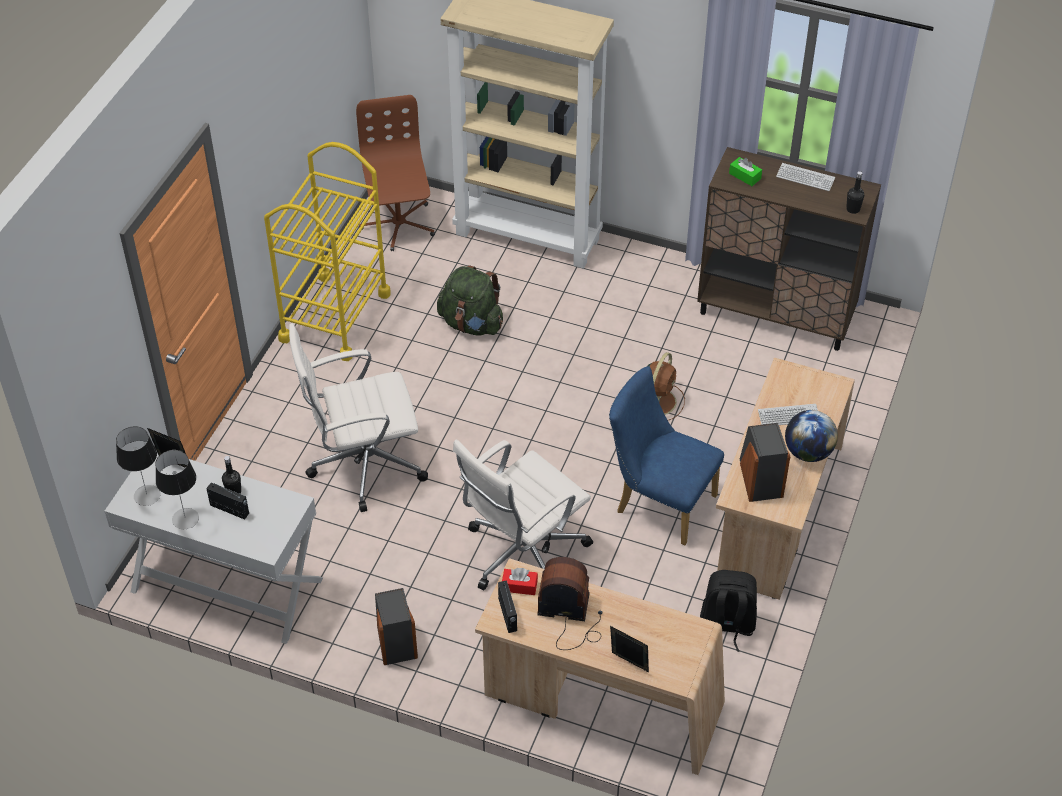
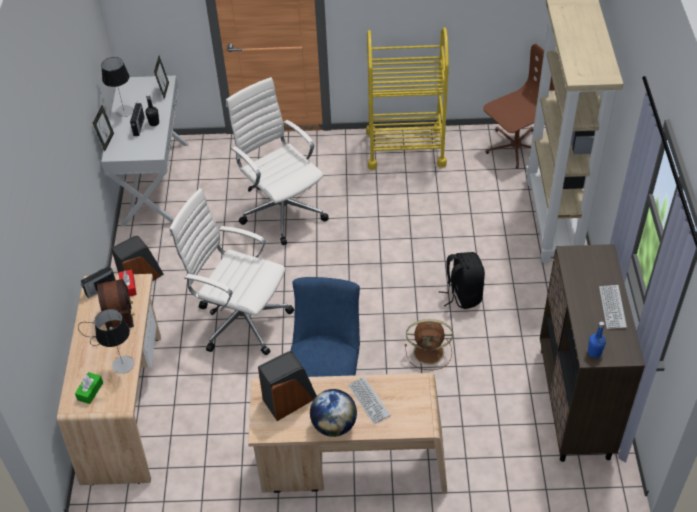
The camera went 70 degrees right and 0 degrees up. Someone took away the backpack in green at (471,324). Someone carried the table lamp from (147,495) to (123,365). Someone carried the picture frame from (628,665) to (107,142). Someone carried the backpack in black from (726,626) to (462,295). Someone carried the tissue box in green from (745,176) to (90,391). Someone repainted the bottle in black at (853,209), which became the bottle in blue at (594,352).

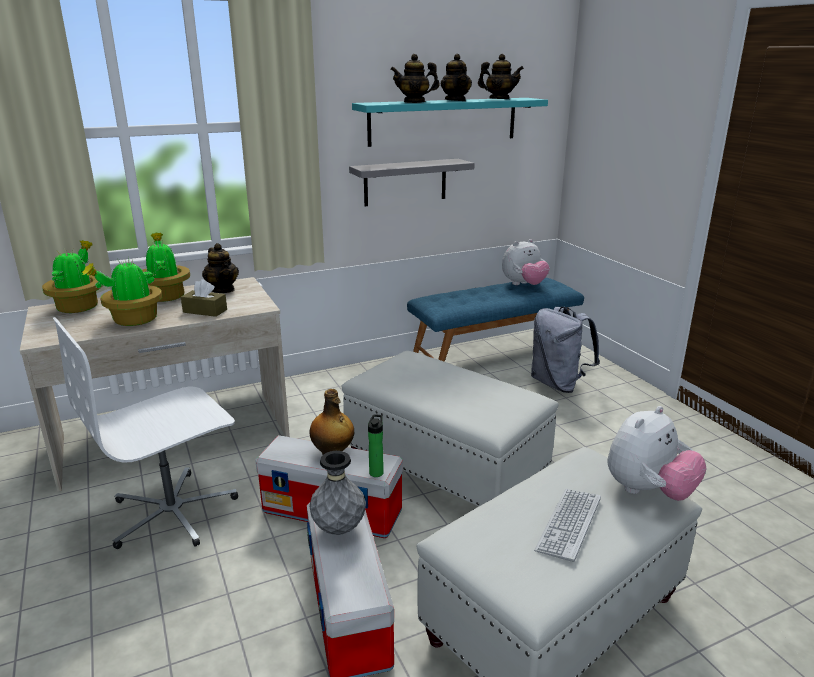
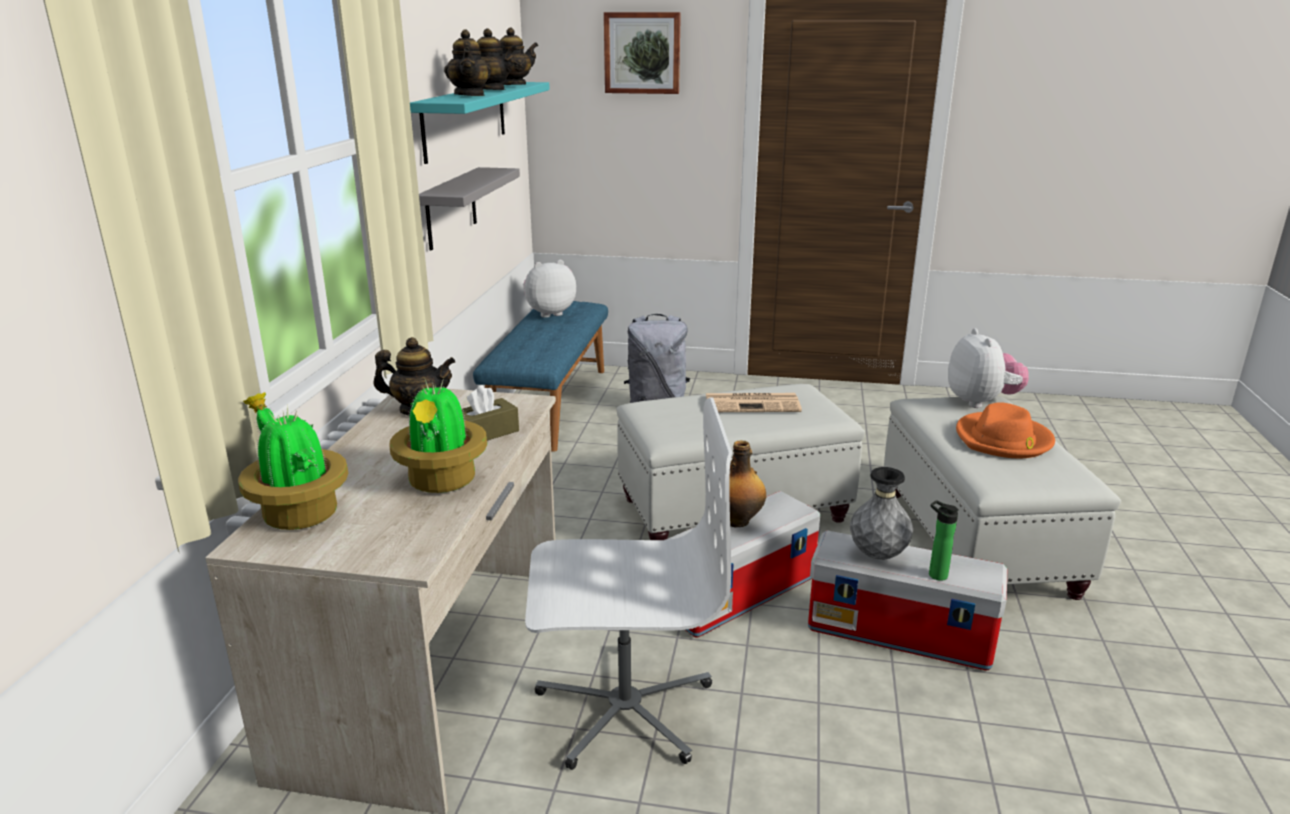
The camera went 55 degrees left and 0 degrees up. Someone took away the potted plant at (166,296). Someone put up the picture at (642,53). Someone put down the newspaper at (753,404). Someone carried the bottle from (376,471) to (935,574). Someone swapped the keyboard at (569,524) for the hat in orange at (1003,440). Someone rotated the office chair in white at (173,512) by 90 degrees counterclockwise. Someone rotated the teapot at (414,102) by 45 degrees counterclockwise. Someone rotated the plush toy at (524,285) by 120 degrees counterclockwise.

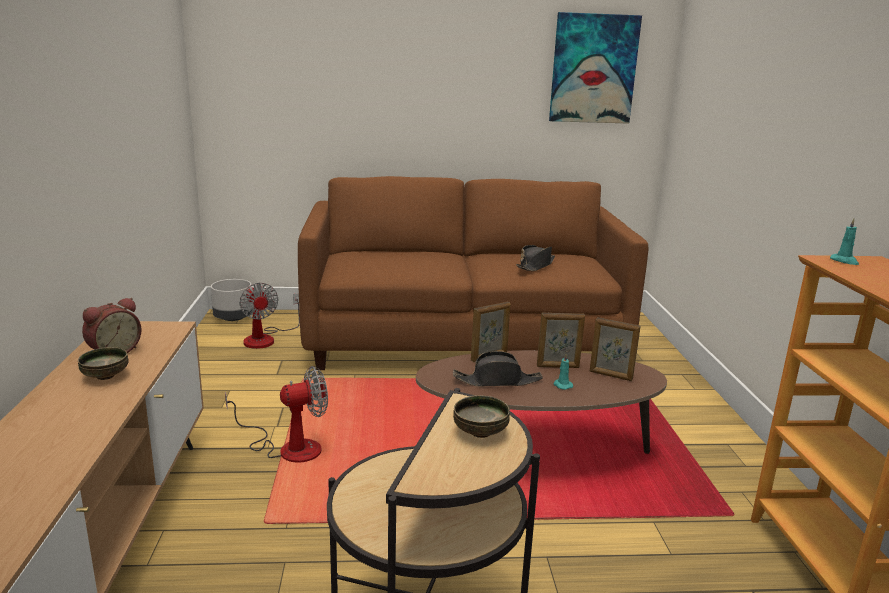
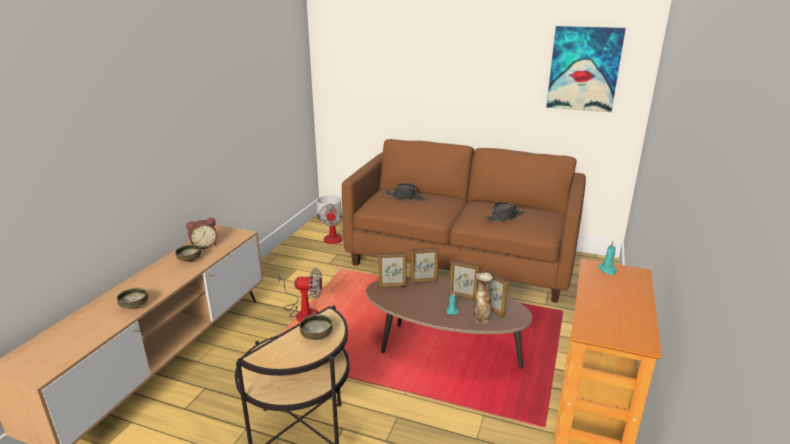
The camera went 25 degrees right and 5 degrees up. Someone put down the bowl at (134,306). Someone put down the picture frame at (392,286). Someone put down the vase at (481,319). Someone carried the hat in black from (497,381) to (405,197).

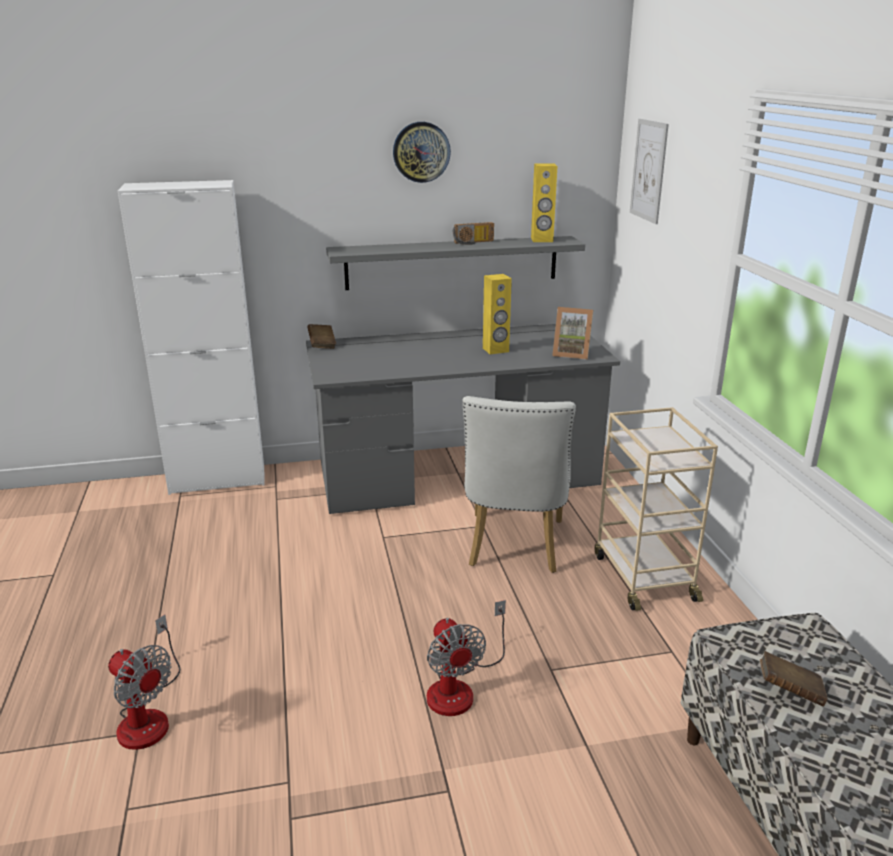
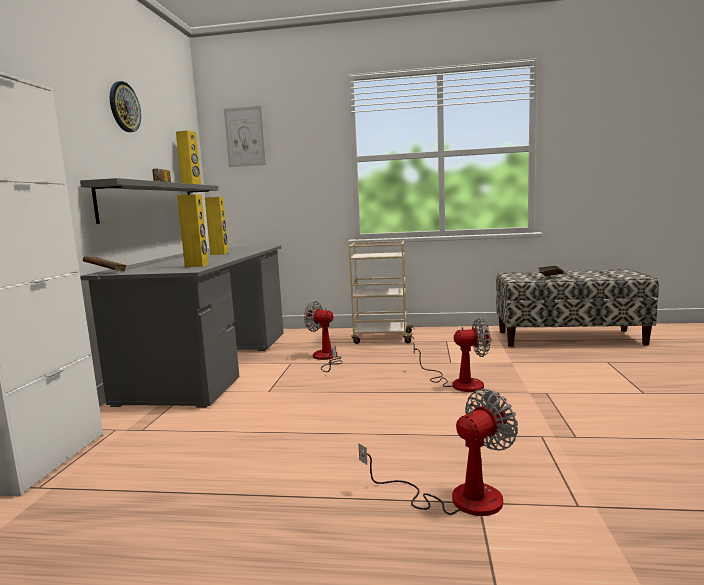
The camera went 70 degrees left and 15 degrees down. Someone took away the picture frame at (571,354). Someone put down the speaker in yellow at (197,265). Someone swapped the chair in white at (514,548) for the fan at (326,358).

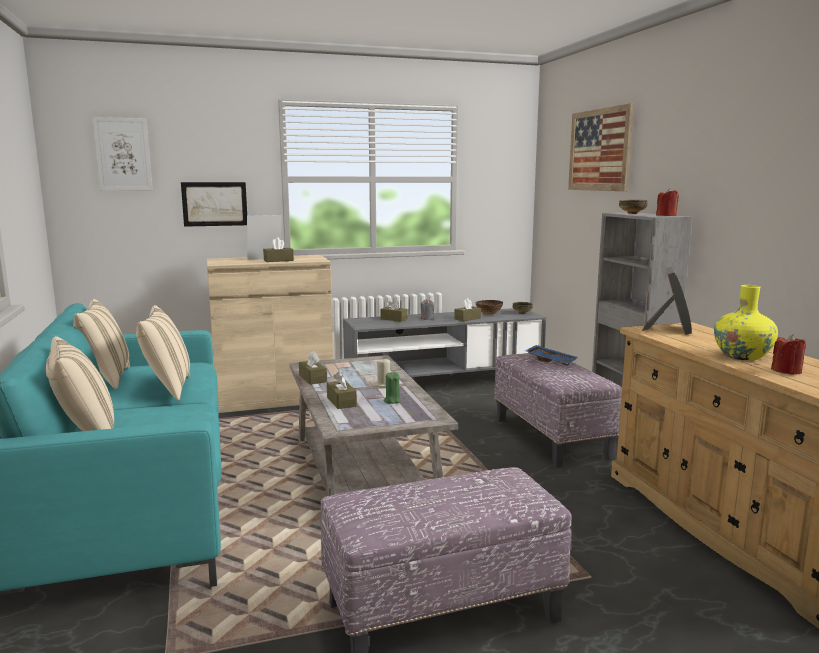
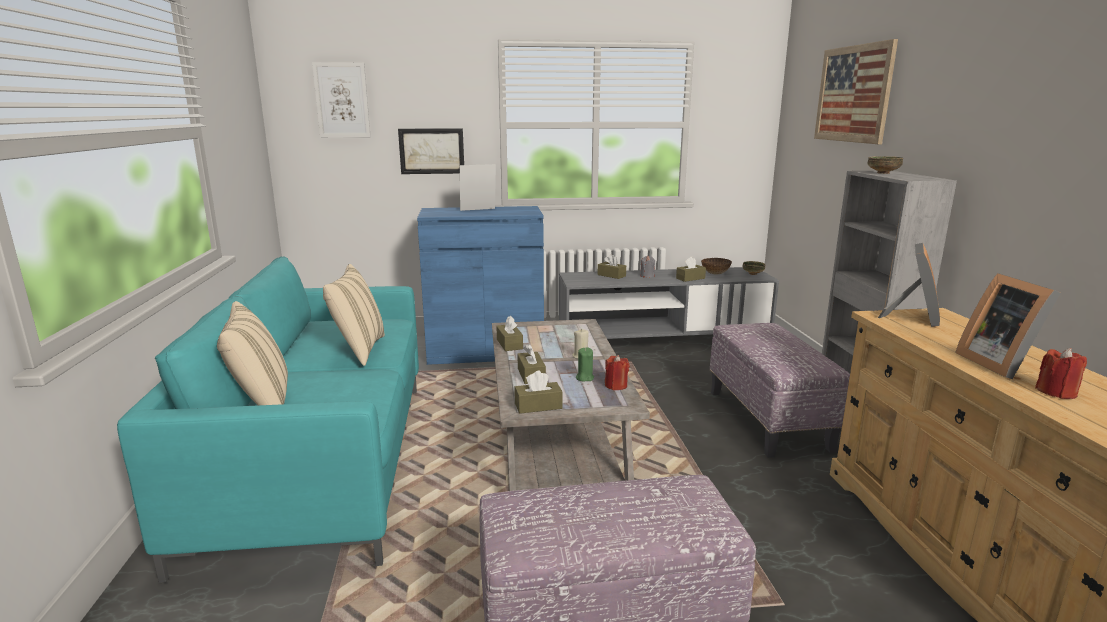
The camera went 10 degrees right and 5 degrees up. Someone took away the pillow in beige at (106,379). Someone took away the tray in blue at (551,360). Someone carried the tissue box in brown from (278,260) to (538,406). Someone carried the candle in red from (666,216) to (616,385). Someone swapped the vase in yellow at (742,356) for the picture frame at (1000,364). Someone repainted the cabinet in beige at (274,398), which became the cabinet in blue at (485,351).

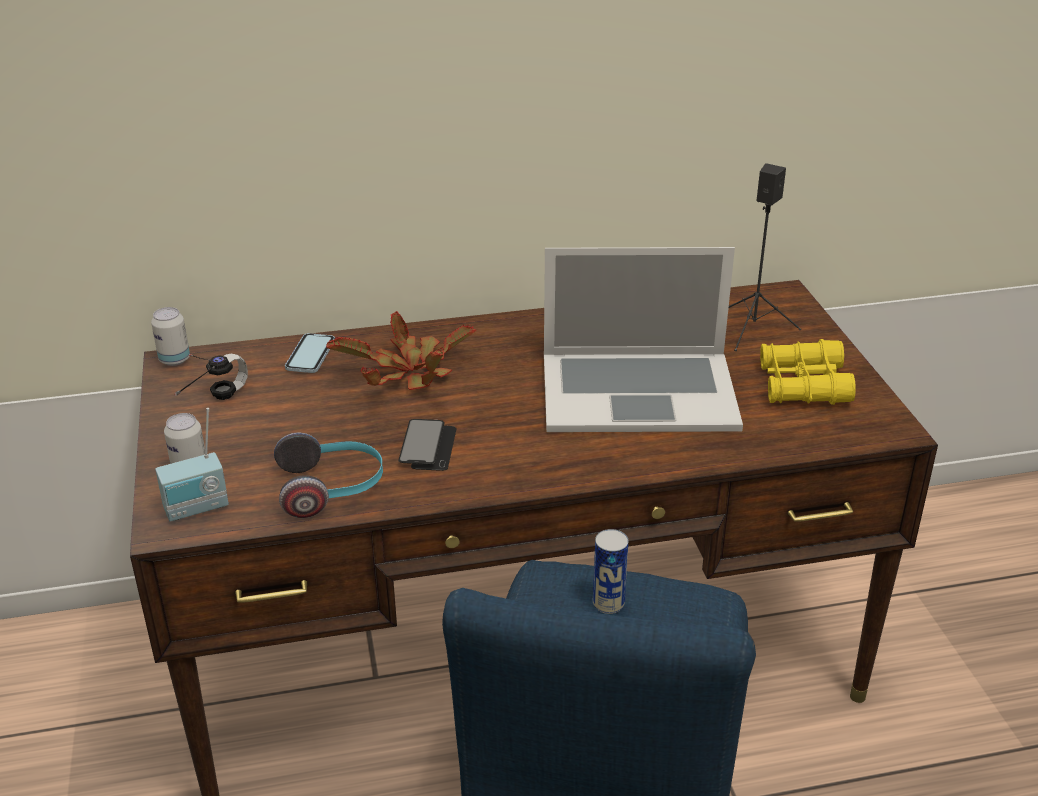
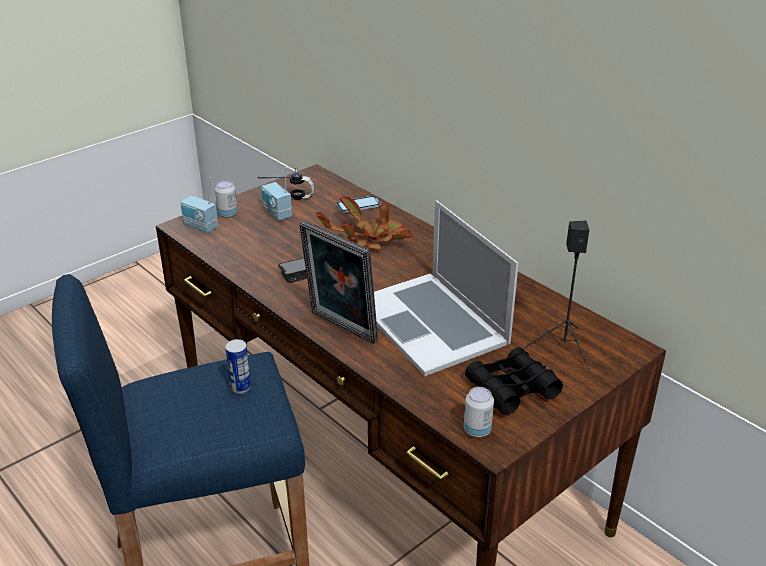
The camera went 60 degrees right and 0 degrees up. Someone took away the headphones at (332,489). Someone put down the radio at (276,214). Someone put down the picture frame at (340,328). Someone carried the can from (174,360) to (477,430). Someone repainted the binoculars in yellow at (803,385), which became the binoculars in black at (511,389).

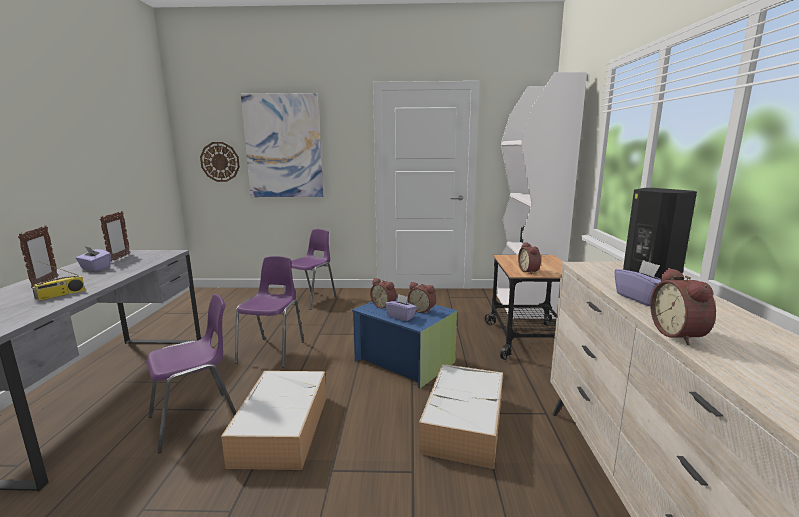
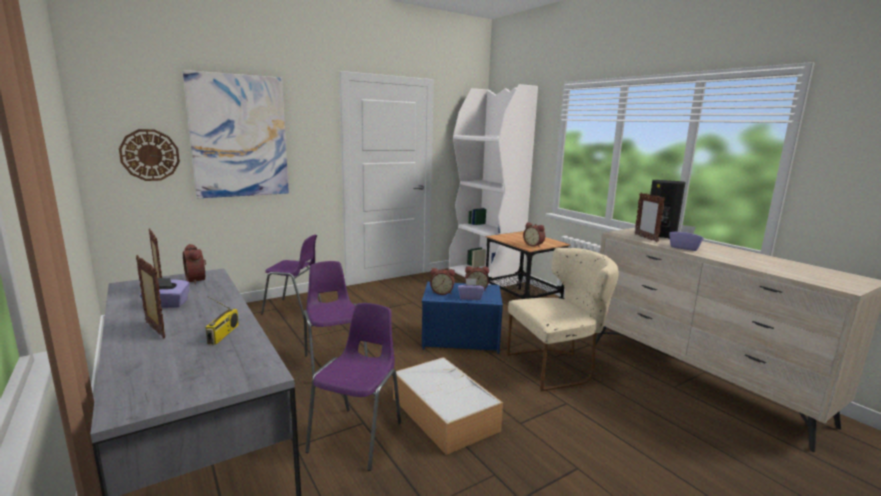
The camera went 35 degrees left and 0 degrees up. Someone put down the picture frame at (646,238). Someone carried the alarm clock from (680,334) to (198,280). Someone swapped the storage box at (464,425) for the chair in beige at (557,366). Someone rotated the chair in purple at (311,299) by 105 degrees clockwise.

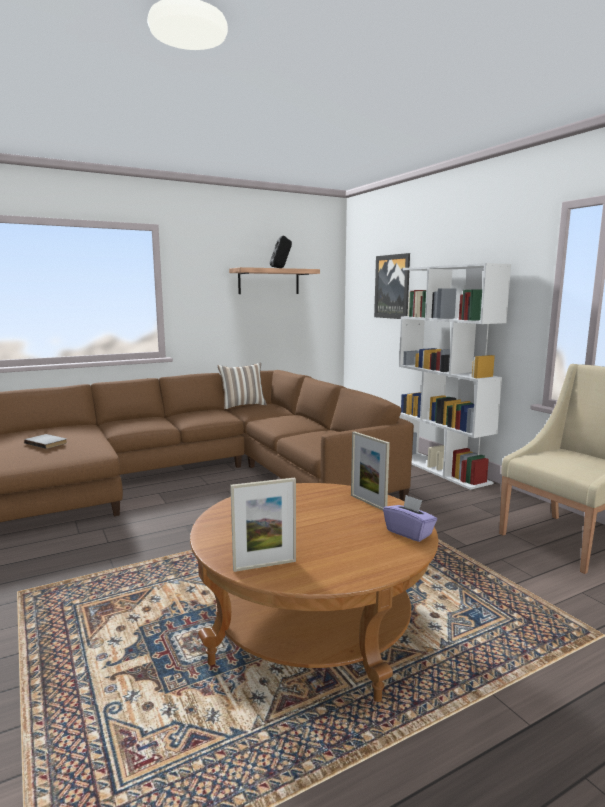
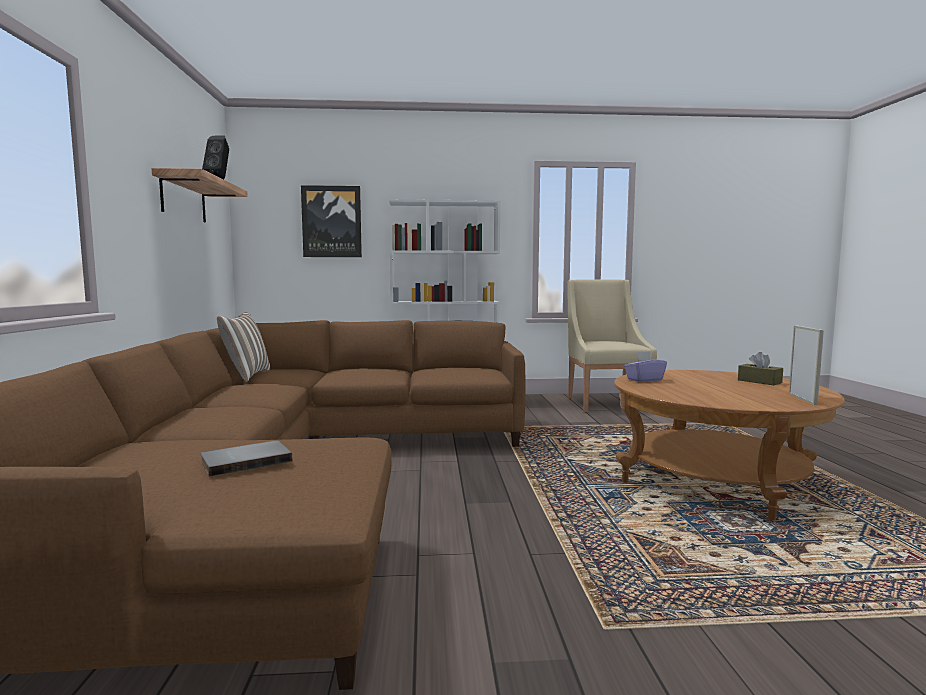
The camera went 65 degrees left and 5 degrees down. Someone took away the picture frame at (368,502). Someone put down the tissue box in brown at (759,381). Someone carried the tissue box in purple from (409,532) to (644,379).

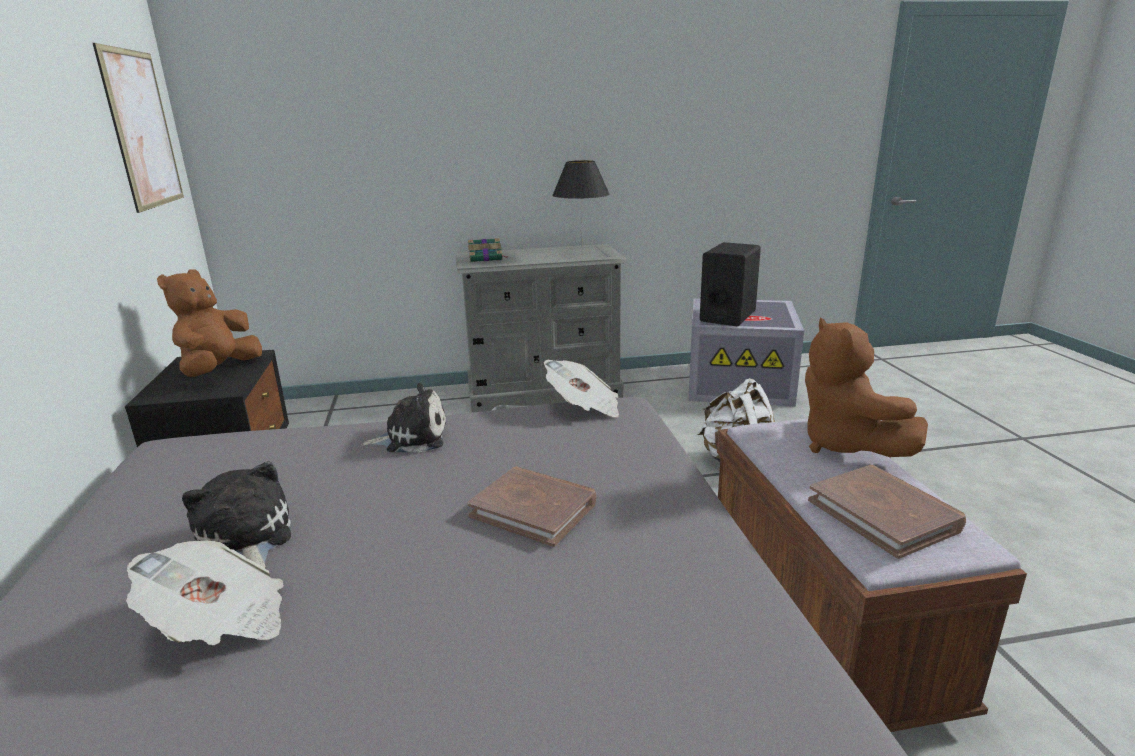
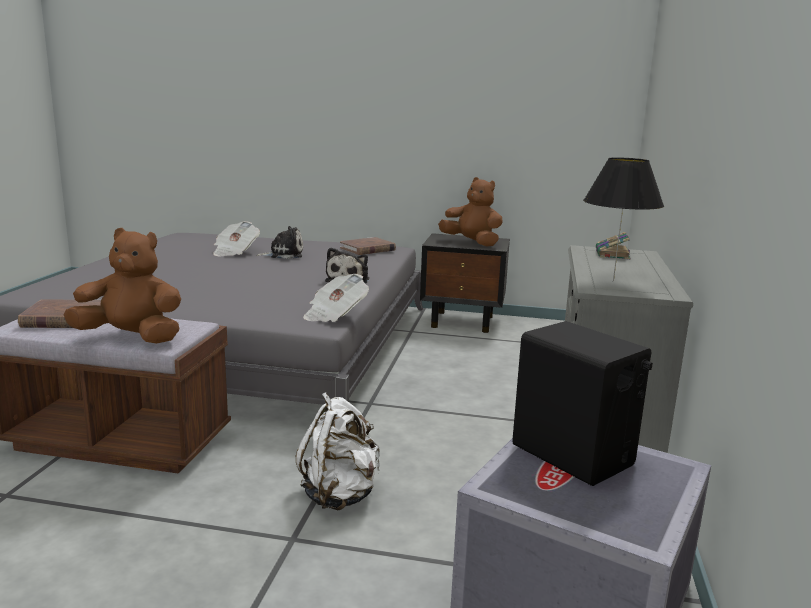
The camera went 110 degrees right and 5 degrees down. Someone took away the picture at (142,129). Someone carried the book in brown from (534,509) to (367,249).

